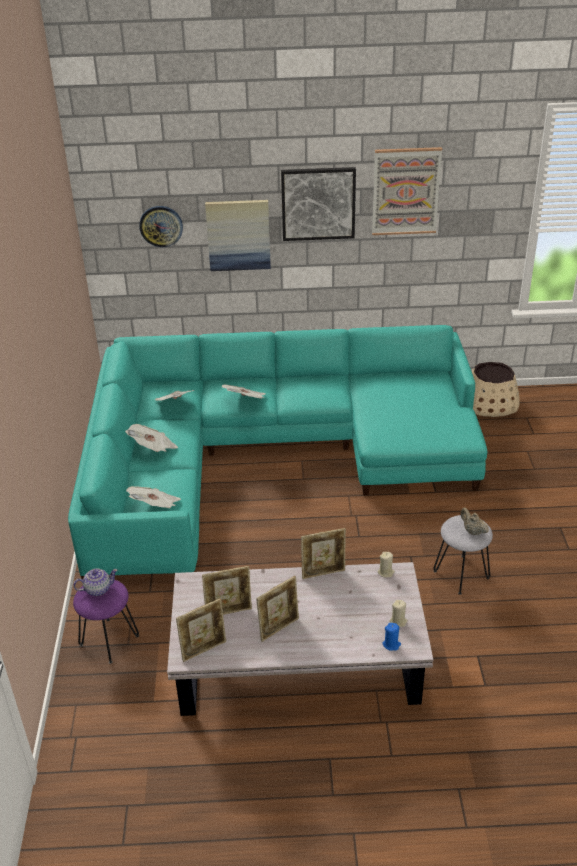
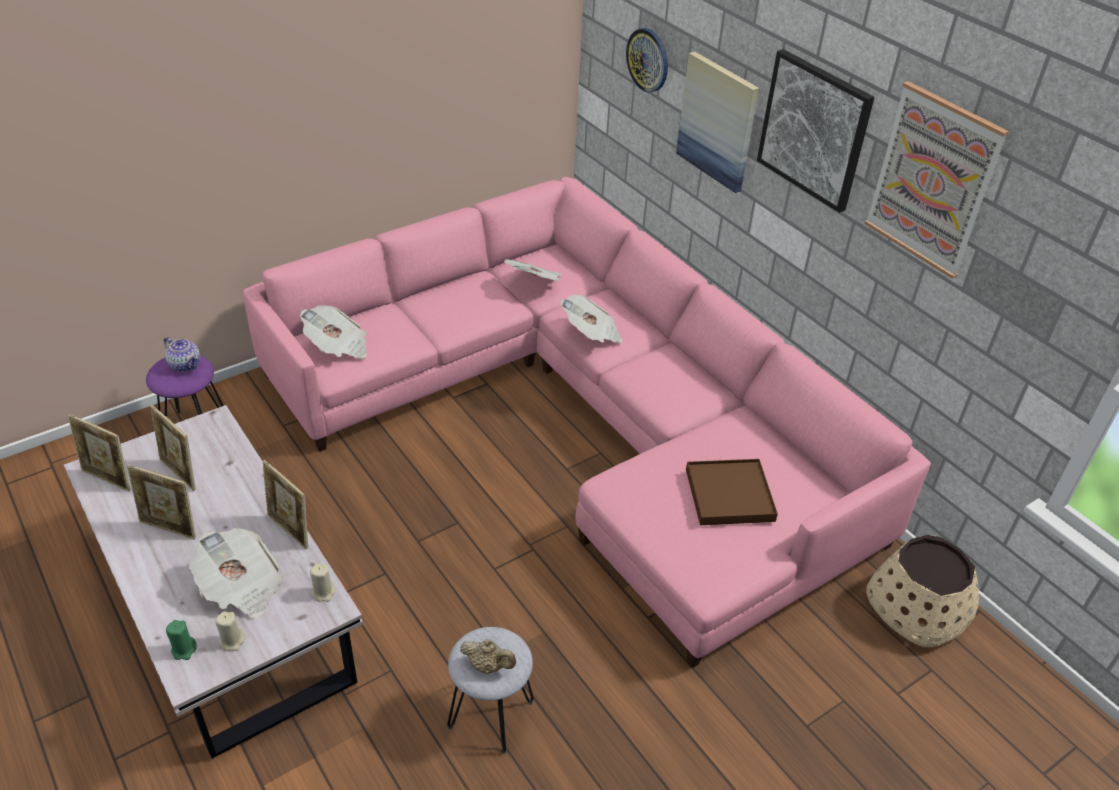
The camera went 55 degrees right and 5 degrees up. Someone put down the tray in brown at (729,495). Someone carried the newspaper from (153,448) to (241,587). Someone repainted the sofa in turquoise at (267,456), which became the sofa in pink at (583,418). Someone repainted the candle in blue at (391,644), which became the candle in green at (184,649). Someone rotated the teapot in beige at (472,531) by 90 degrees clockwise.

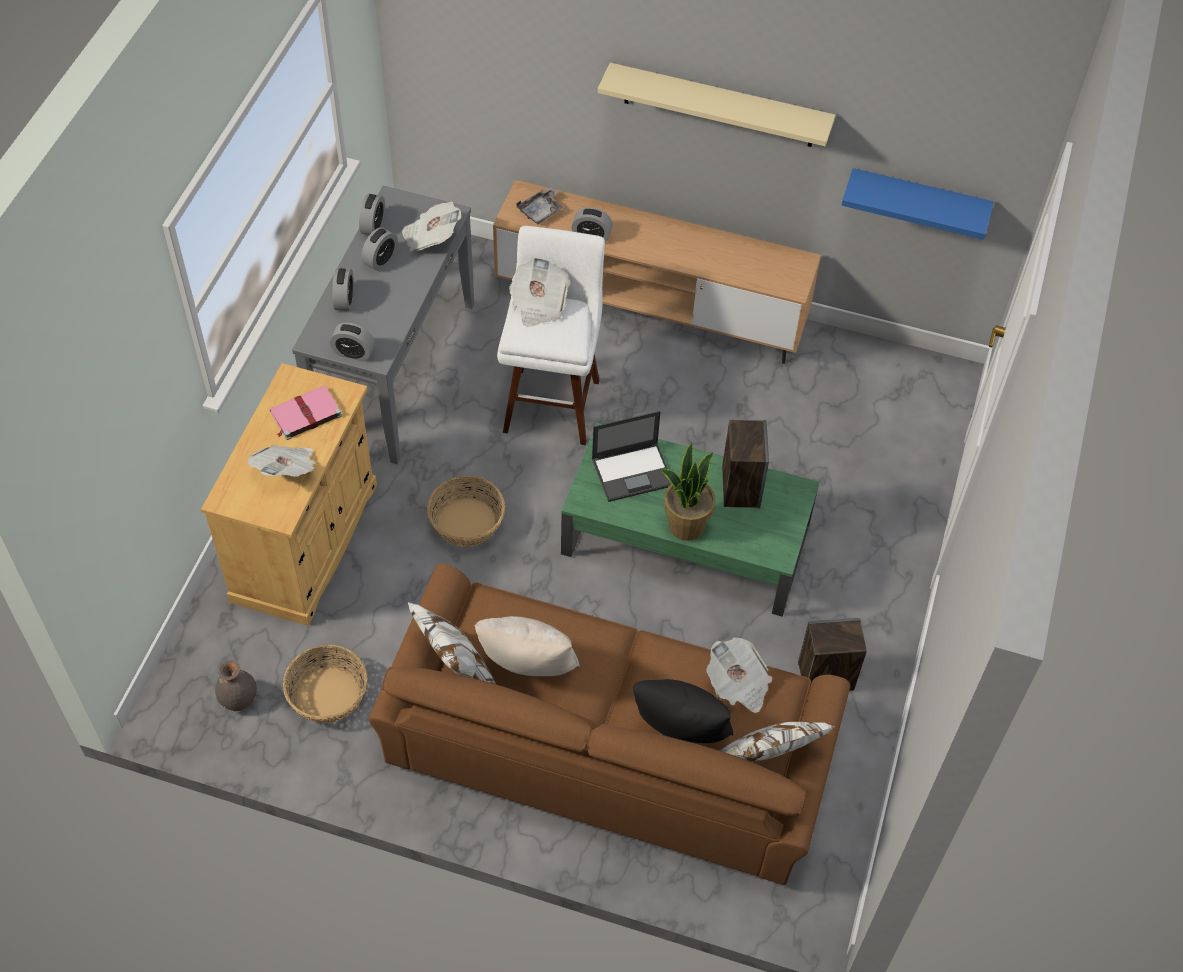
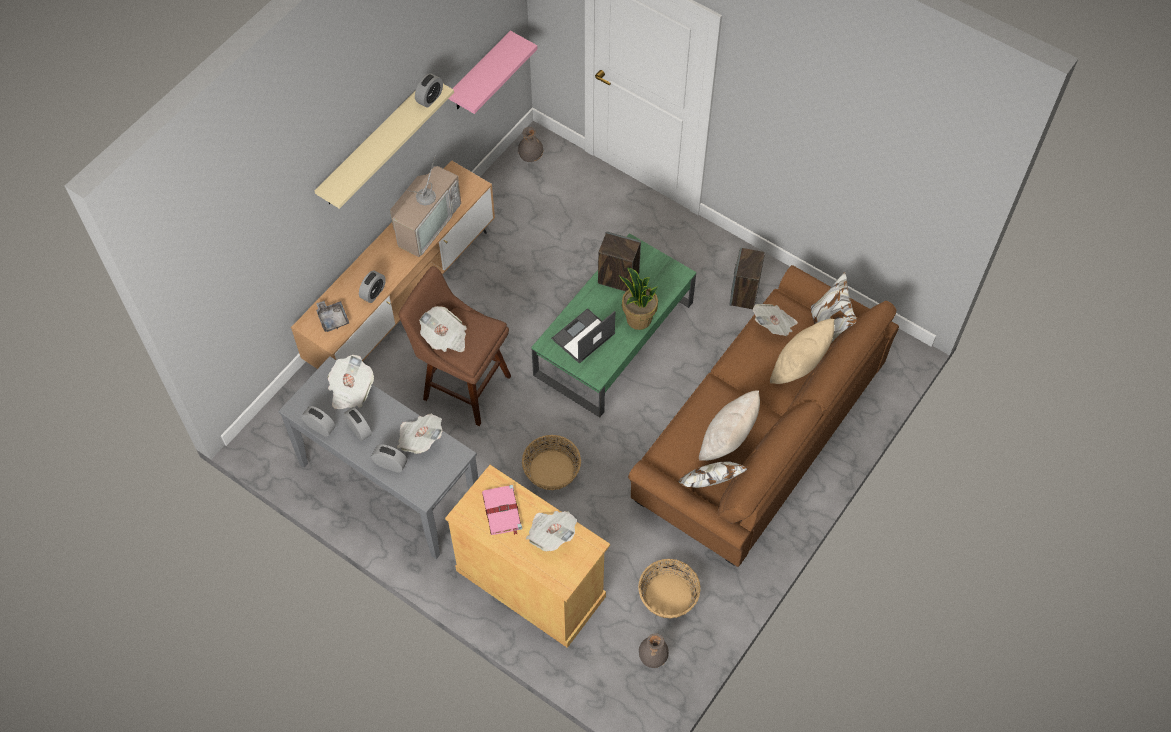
The camera went 70 degrees left and 5 degrees up. Someone put down the television at (425,222). Someone put down the newspaper at (420,439). Someone put down the vase in grey at (531,156). Someone carried the alarm clock from (354,353) to (430,98). Someone repainted the stool in white at (552,401), which became the stool in brown at (463,385). Someone repainted the pillow in black at (680,732), which became the pillow in beige at (799,368). Someone repainted the shelf in blue at (918,201), which became the shelf in pink at (479,73). Someone rotated the laptop at (633,472) by 135 degrees counterclockwise.

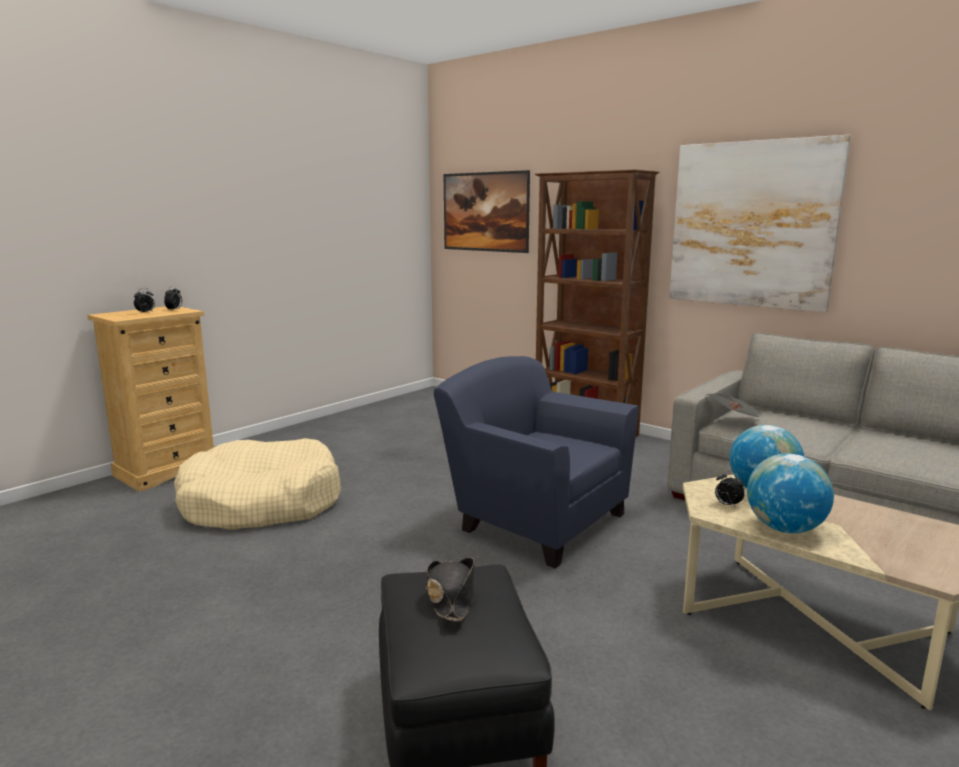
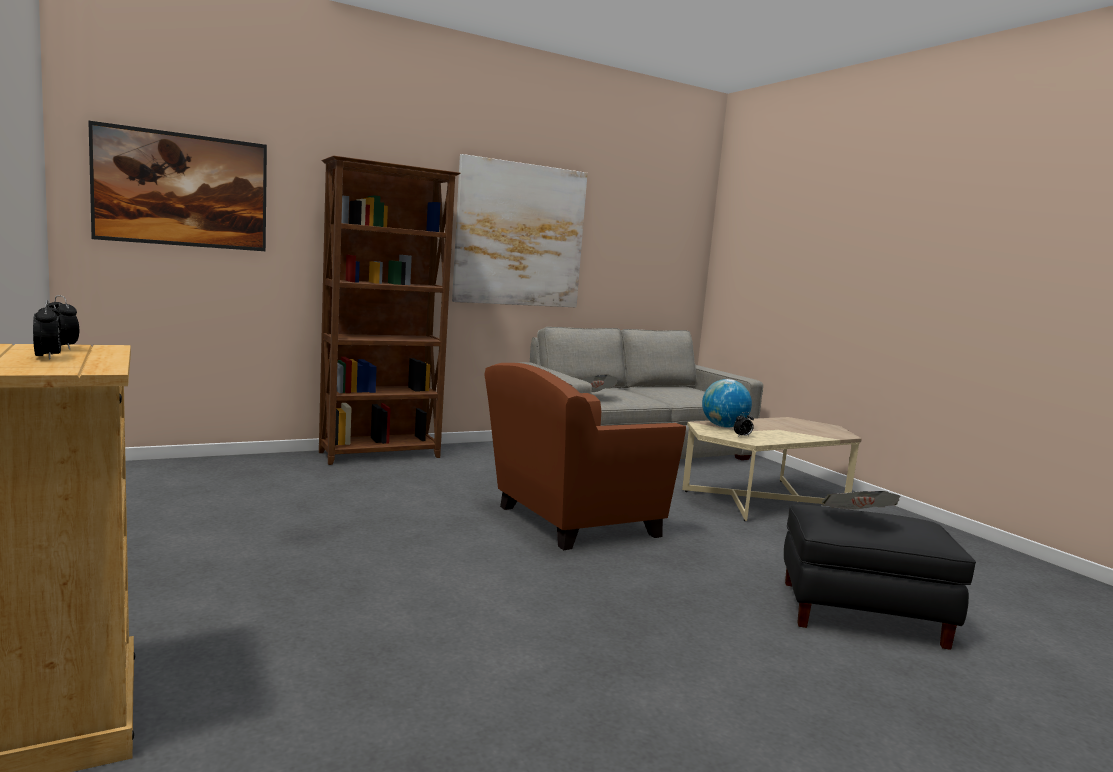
The camera went 70 degrees left and 5 degrees down. Someone took away the dog bed in beige at (261,503). Someone took away the globe at (784,528). Someone swapped the hat in black at (451,596) for the newspaper at (856,520). Someone repainted the armchair in blue at (535,520), which became the armchair in brown at (568,521).

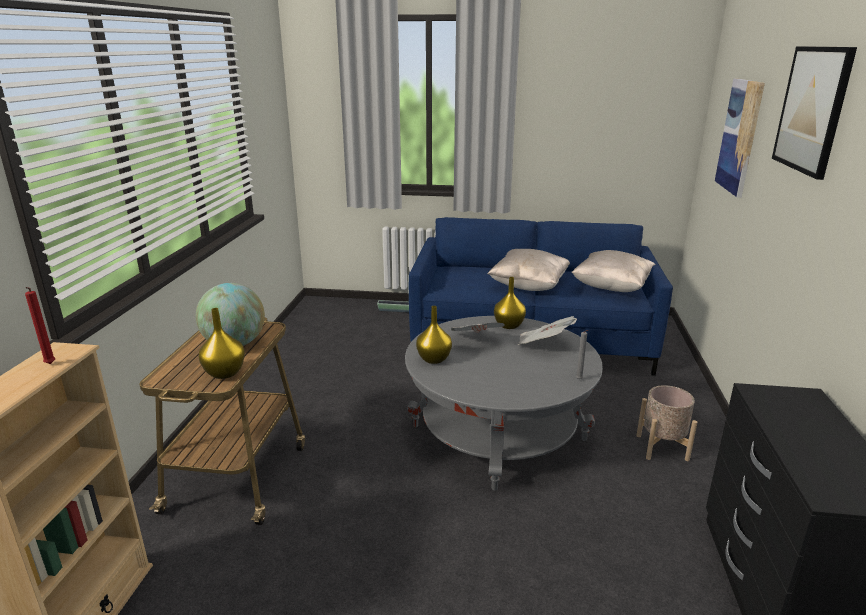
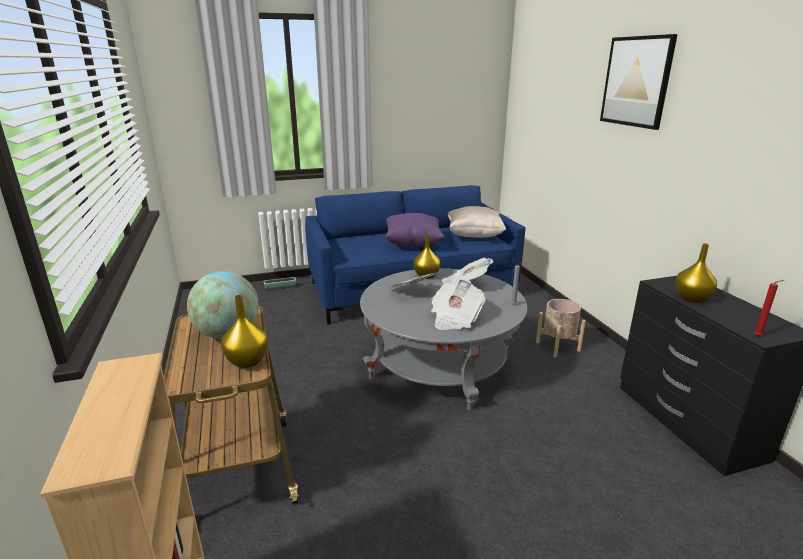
The camera went 25 degrees left and 0 degrees up. Someone took away the picture at (739,136). Someone put down the newspaper at (455,318). Someone carried the candle in red from (49,364) to (759,336). Someone carried the vase in yellow from (434,359) to (692,298). Someone repainted the pillow in beige at (528,286), which became the pillow in purple at (413,244).

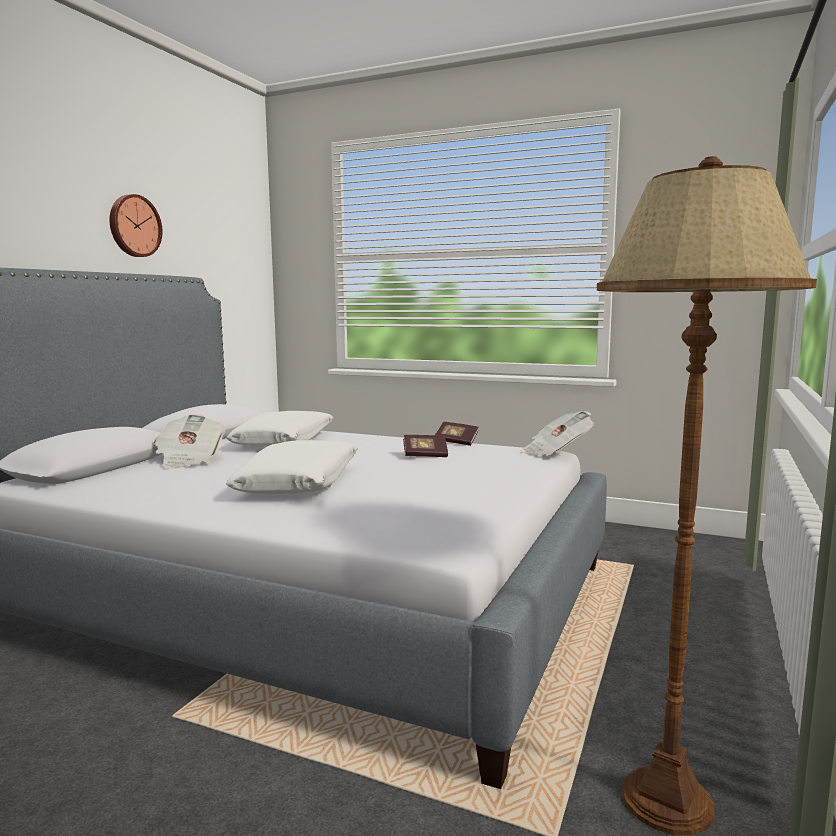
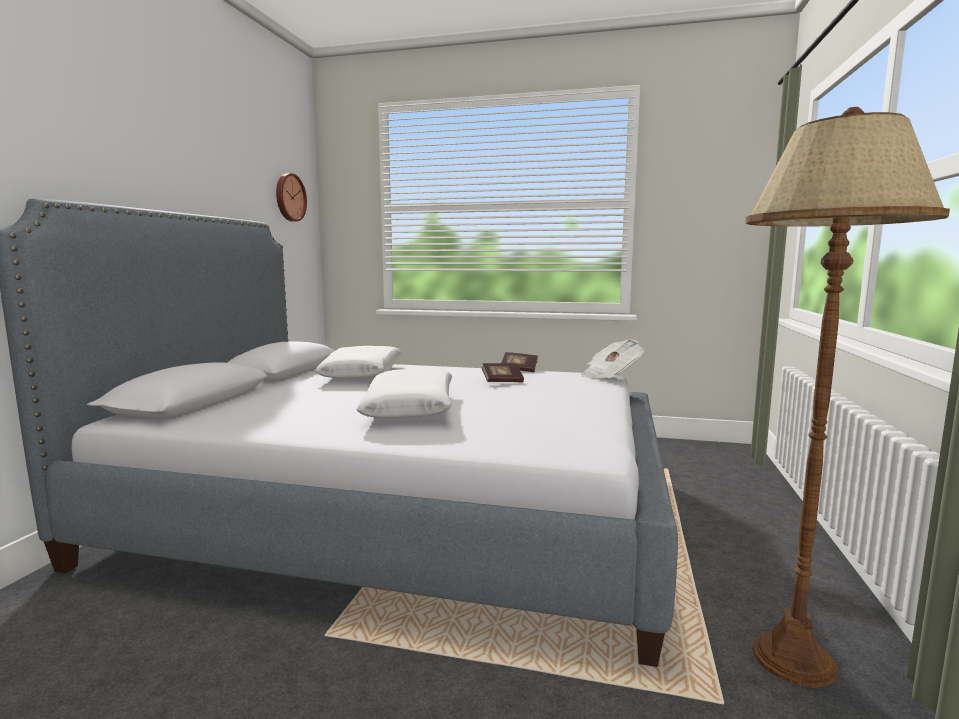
The camera went 10 degrees left and 0 degrees up. Someone took away the newspaper at (189,460). Someone carried the wall clock from (134,226) to (289,197).

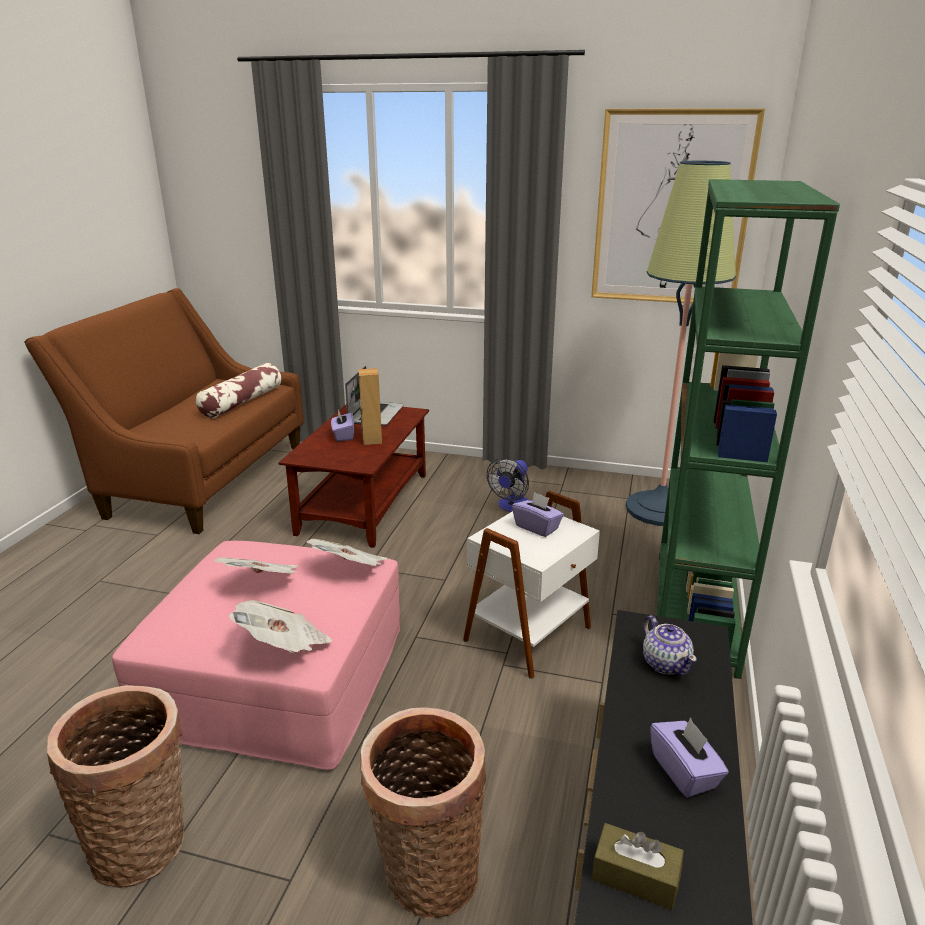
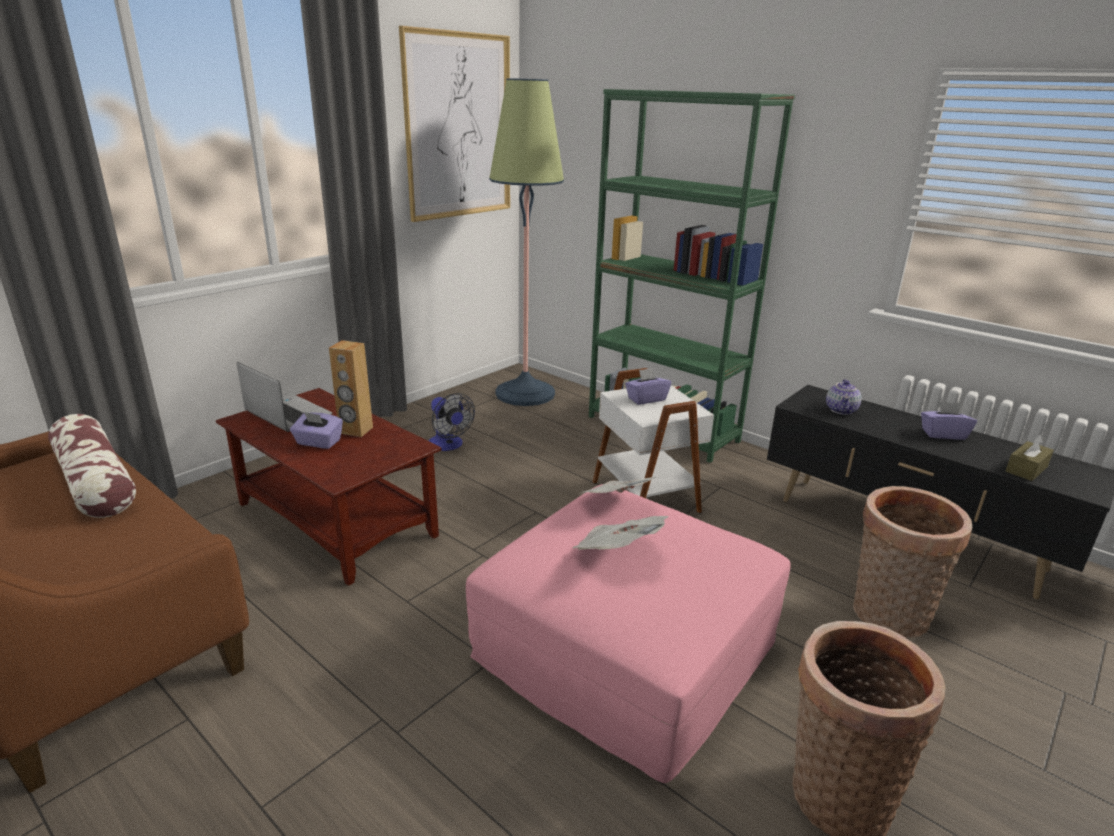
The camera went 65 degrees left and 0 degrees up. Someone took away the newspaper at (284,646). Someone rotated the teapot at (665,663) by 105 degrees clockwise.

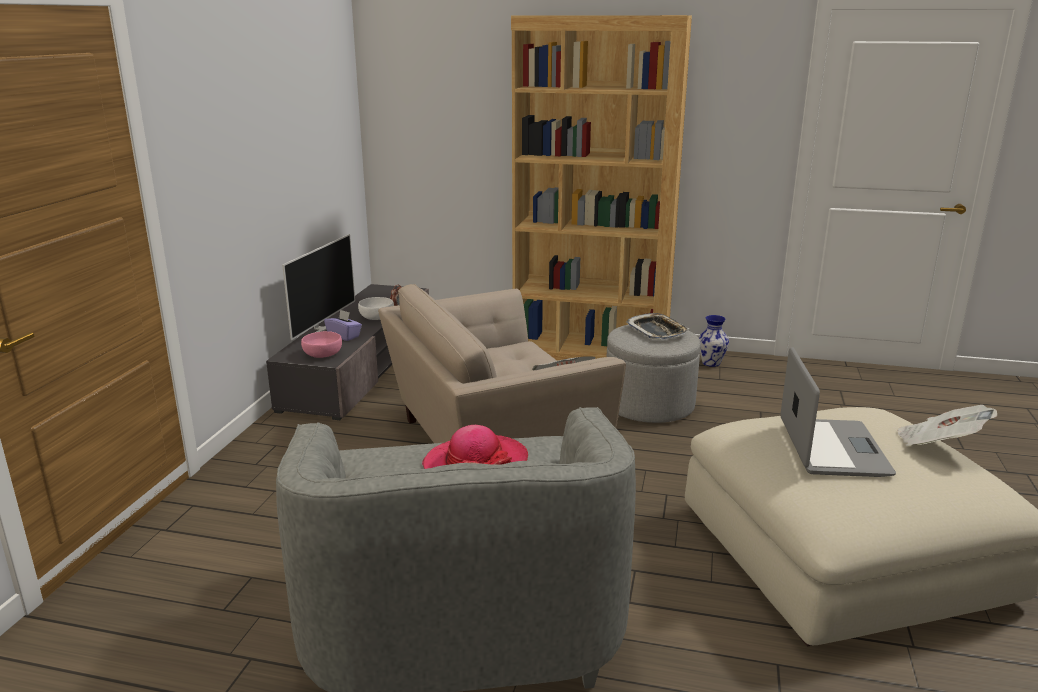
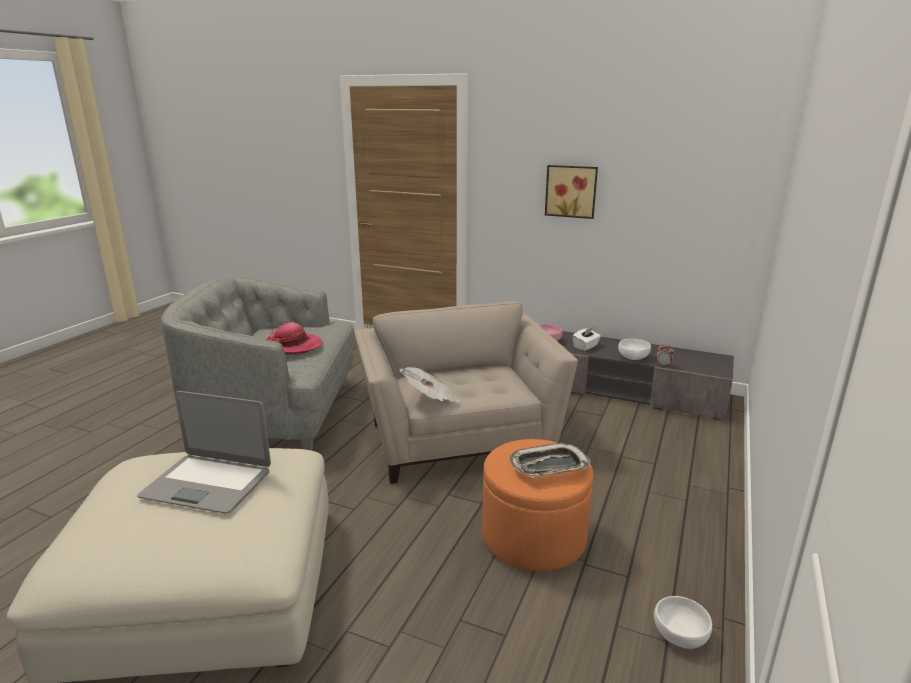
The camera went 100 degrees right and 0 degrees up. Someone took away the television at (321,328). Someone took away the bookcase in brown at (591,352). Someone took away the newspaper at (938,445). Someone put up the picture at (571,191). Someone swapped the vase at (711,363) for the bowl in white at (680,635). Someone repainted the tissue box in purple at (344,336), which became the tissue box in white at (586,346). Someone repainted the ottoman in grey at (649,405), which became the ottoman in orange at (533,537).

